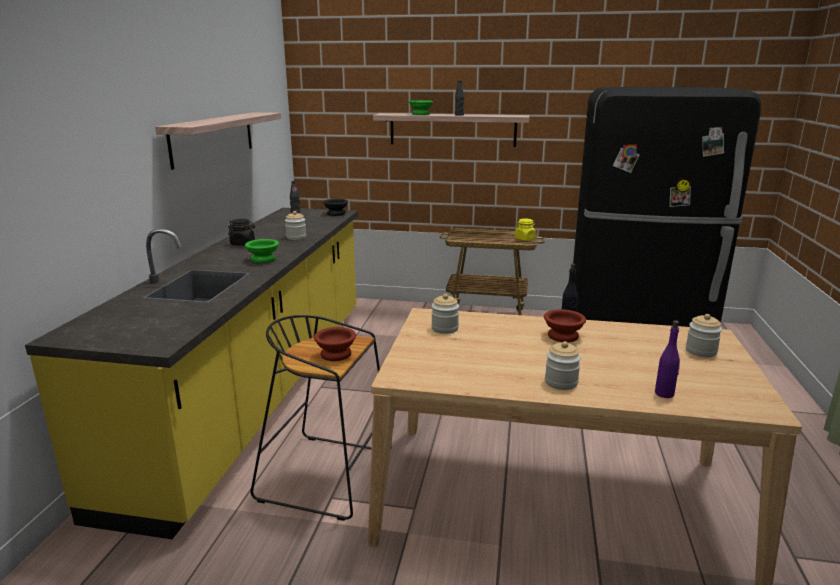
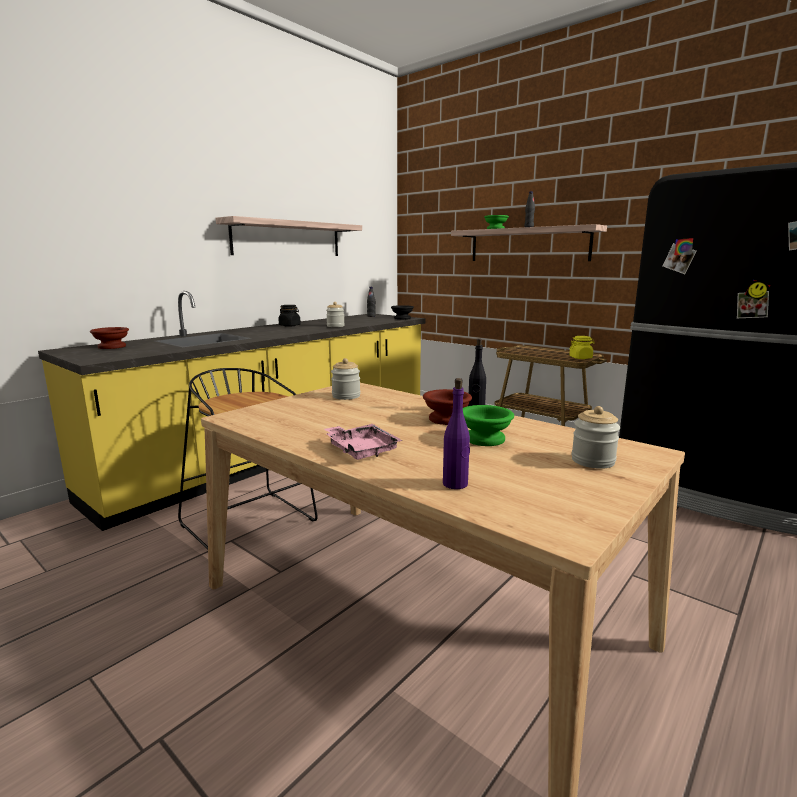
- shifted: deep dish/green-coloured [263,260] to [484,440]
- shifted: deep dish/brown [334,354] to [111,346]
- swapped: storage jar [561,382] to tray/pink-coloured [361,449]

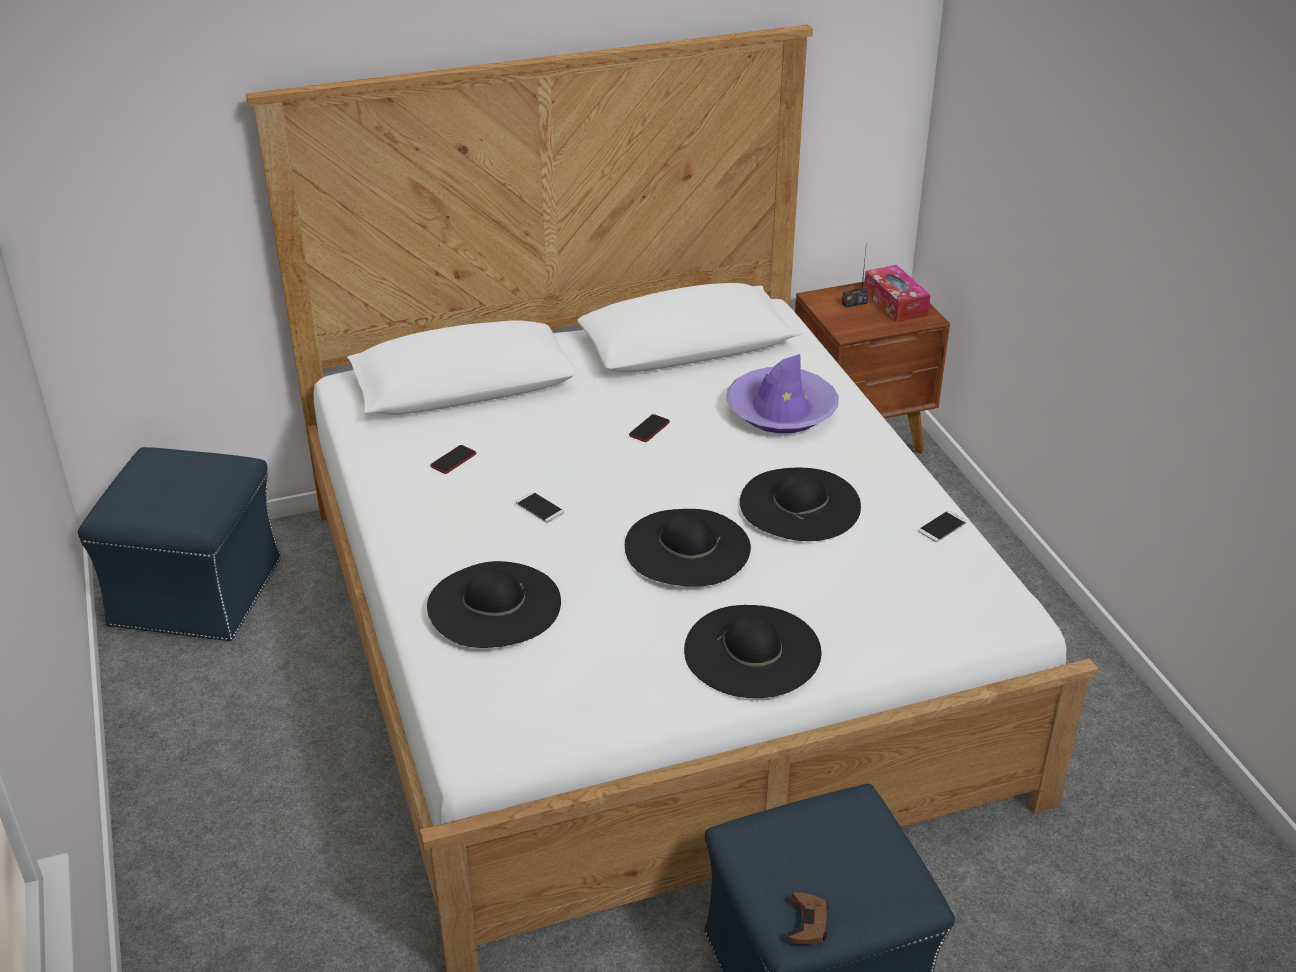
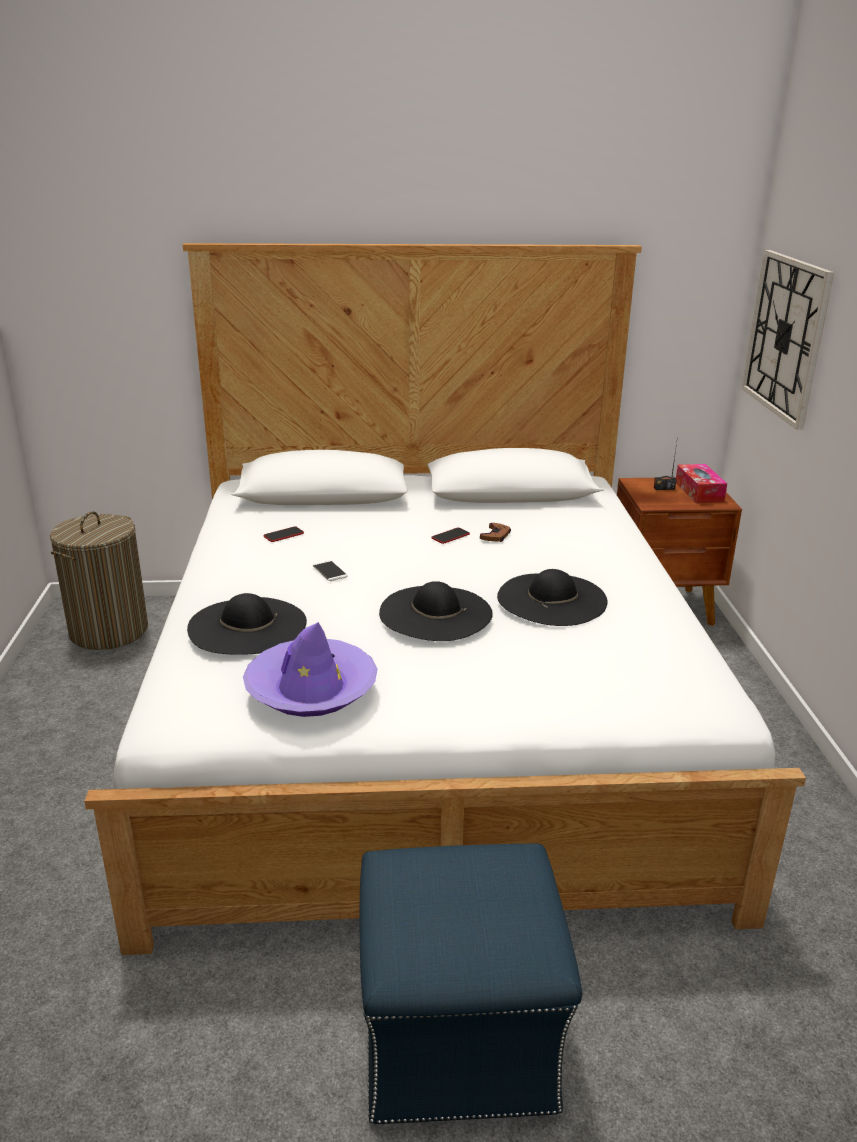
- swapped: footrest/blue [197,590] to laundry basket [109,630]
- gone: wearable hat/black-coloured [752,651]
- shifted: wearable hat/purple-coloured [781,410] to [311,689]
- shifted: joypad/brown [807,922] to [495,535]
- gone: telephone [942,527]
- new: hanging clock [786,336]

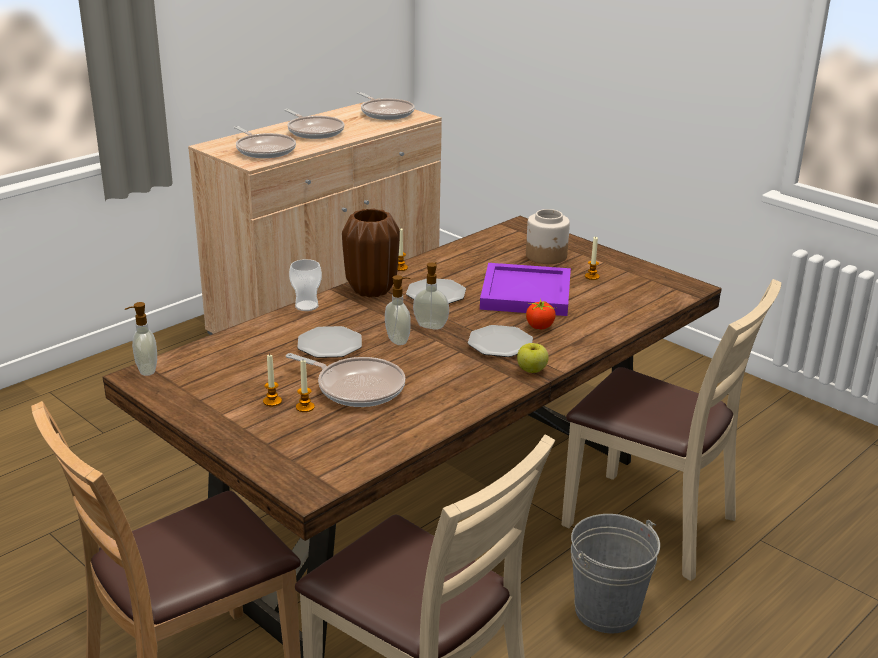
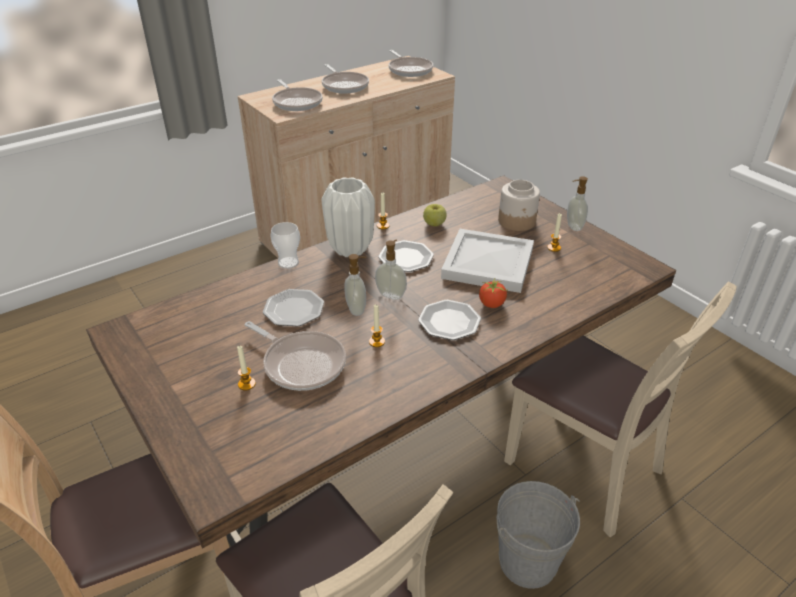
- shifted: soap dispenser [146,370] to [573,227]
- shifted: wax light [272,401] to [377,342]
- repainted: vase/brown [371,290] to vase/white [350,249]
- repainted: tray/purple-coloured [527,294] to tray/white [489,264]
- shifted: apple fruit [532,370] to [434,224]

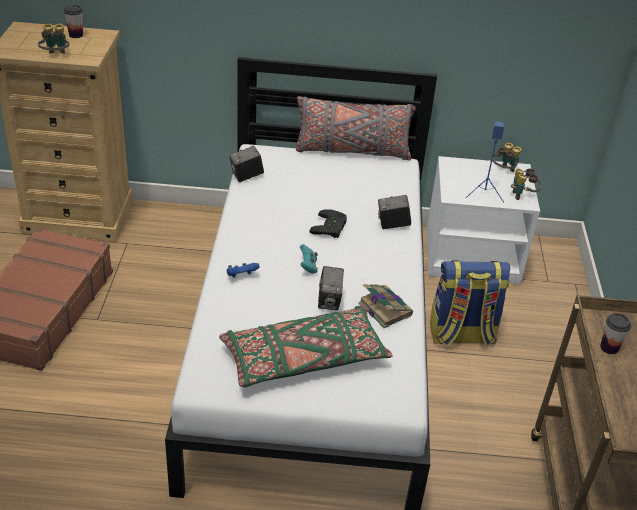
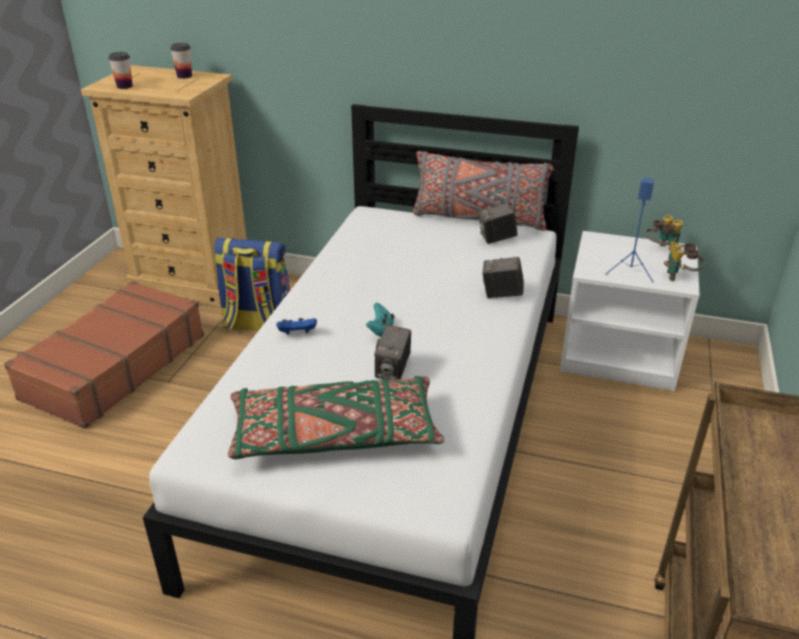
- gone: field glasses [56,56]
- shifted: photo camera [246,176] to [496,239]
- gone: joypad/black-coloured [331,227]
- gone: book [384,308]
- shifted: rucksack [461,335] to [257,324]
- shifted: small cup [609,347] to [124,86]

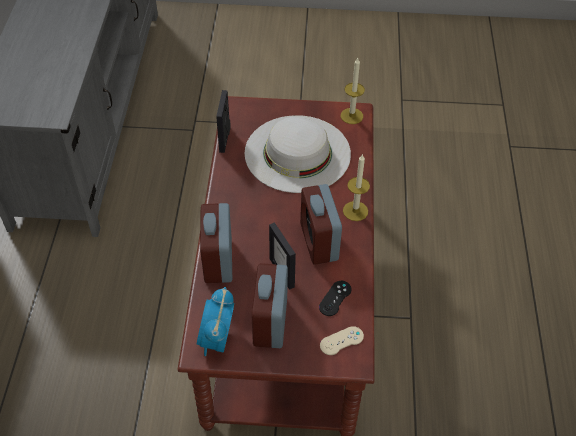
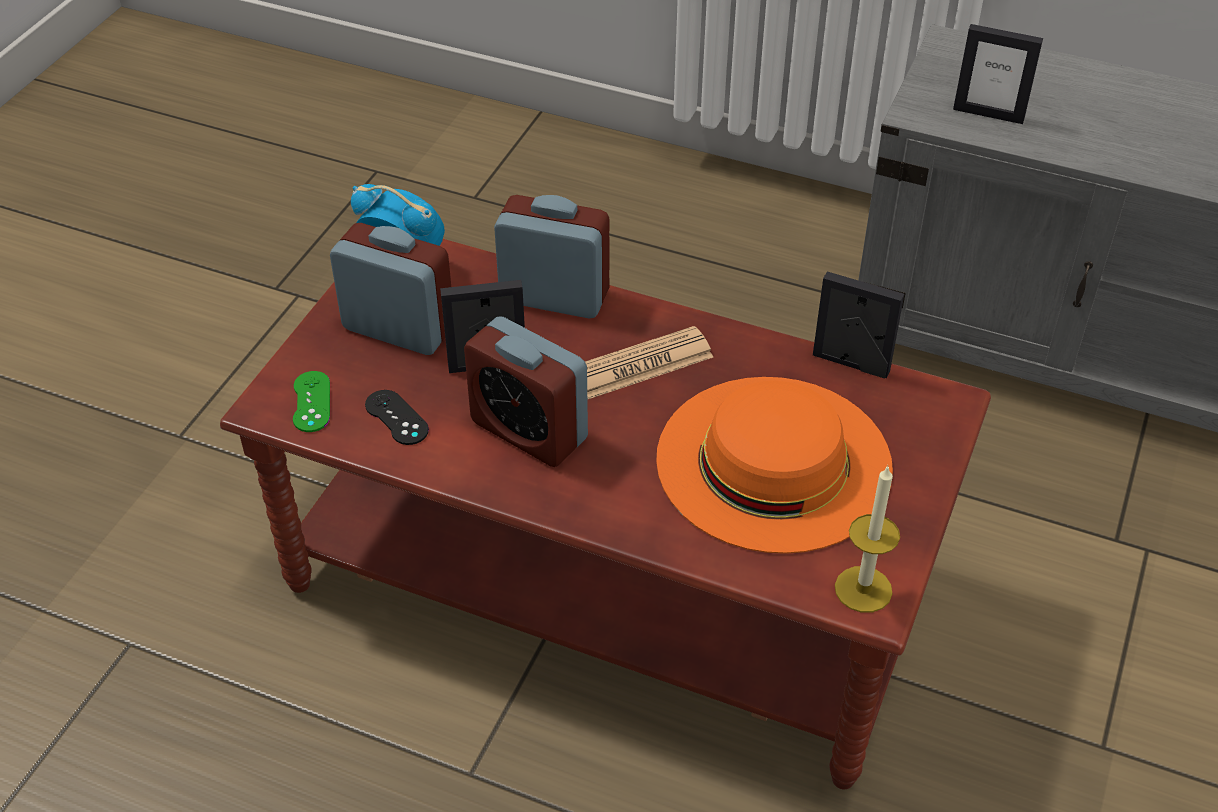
- repainted: wearable hat/white [297,153] to wearable hat/orange-coloured [773,462]
- rotated: alarm clock [319,242] = [529,431] 150 degrees counterclockwise
- repainted: joypad/sand-coloured [341,341] to joypad/green-coloured [311,402]
- gone: wax light [355,211]
- new: newspaper [639,365]
- new: picture frame [988,113]

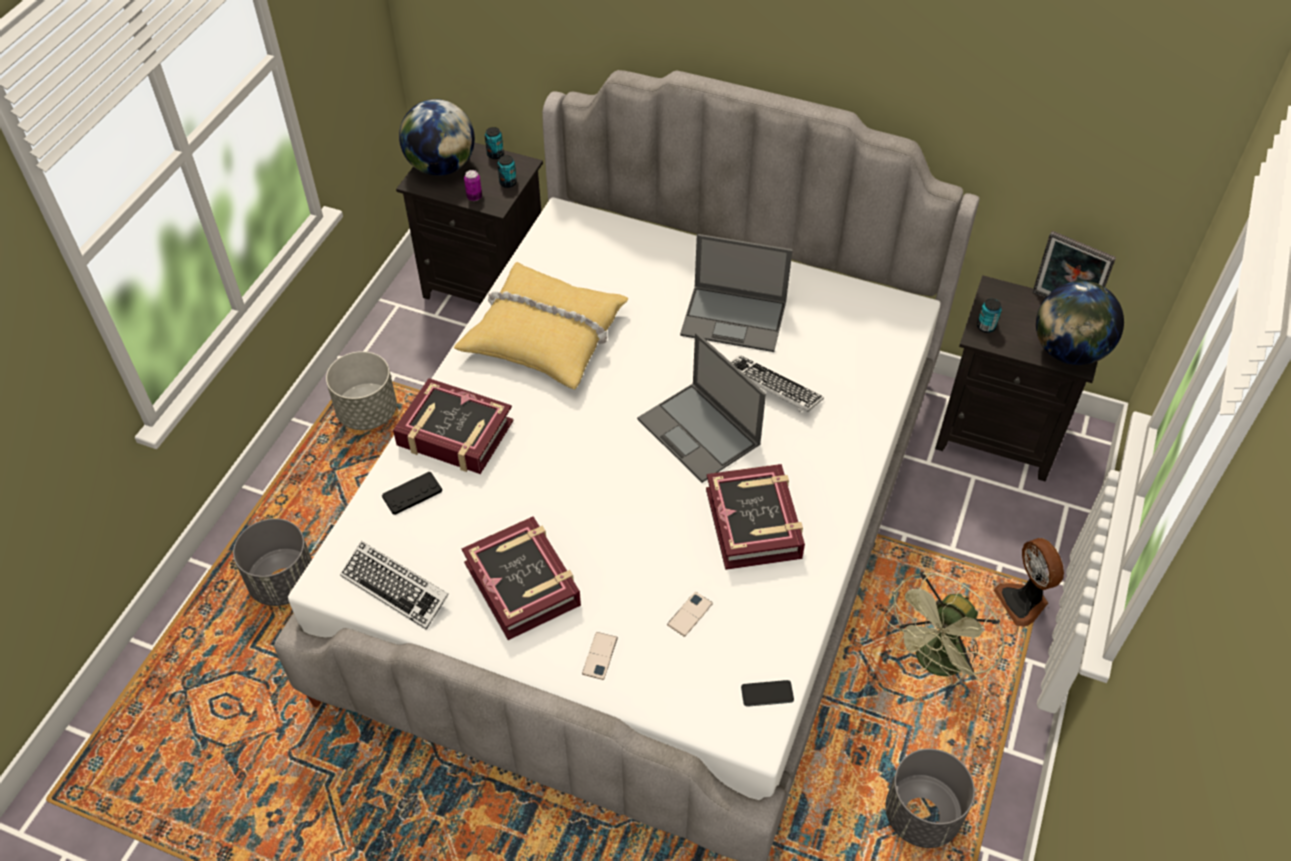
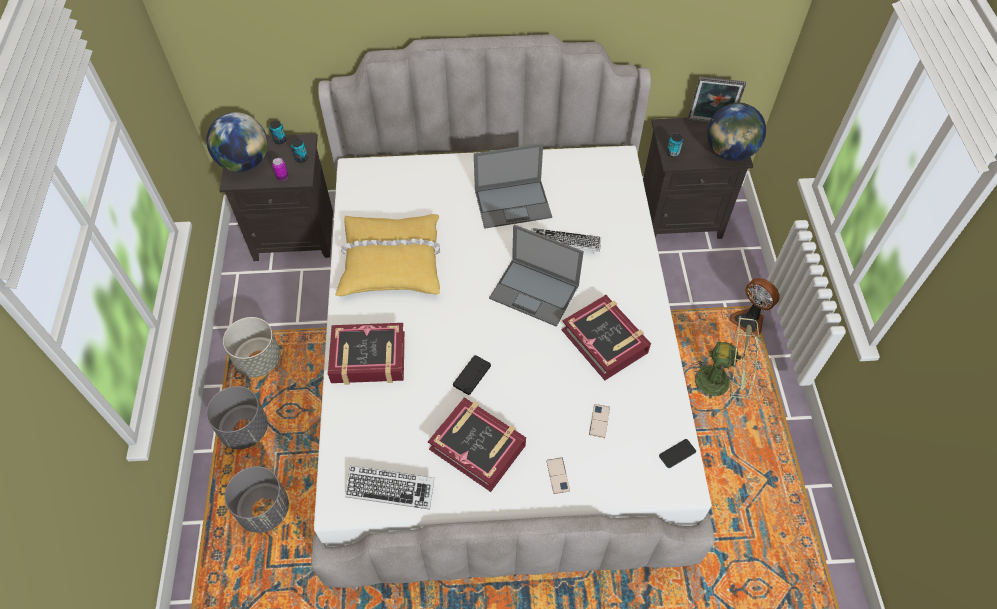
- shifted: joypad/black-coloured [412,494] to [472,375]
- rotated: cooling fan/green-coloured [936,664] = [720,382] 90 degrees counterclockwise
- shifted: planter/gray [921,815] to [244,430]

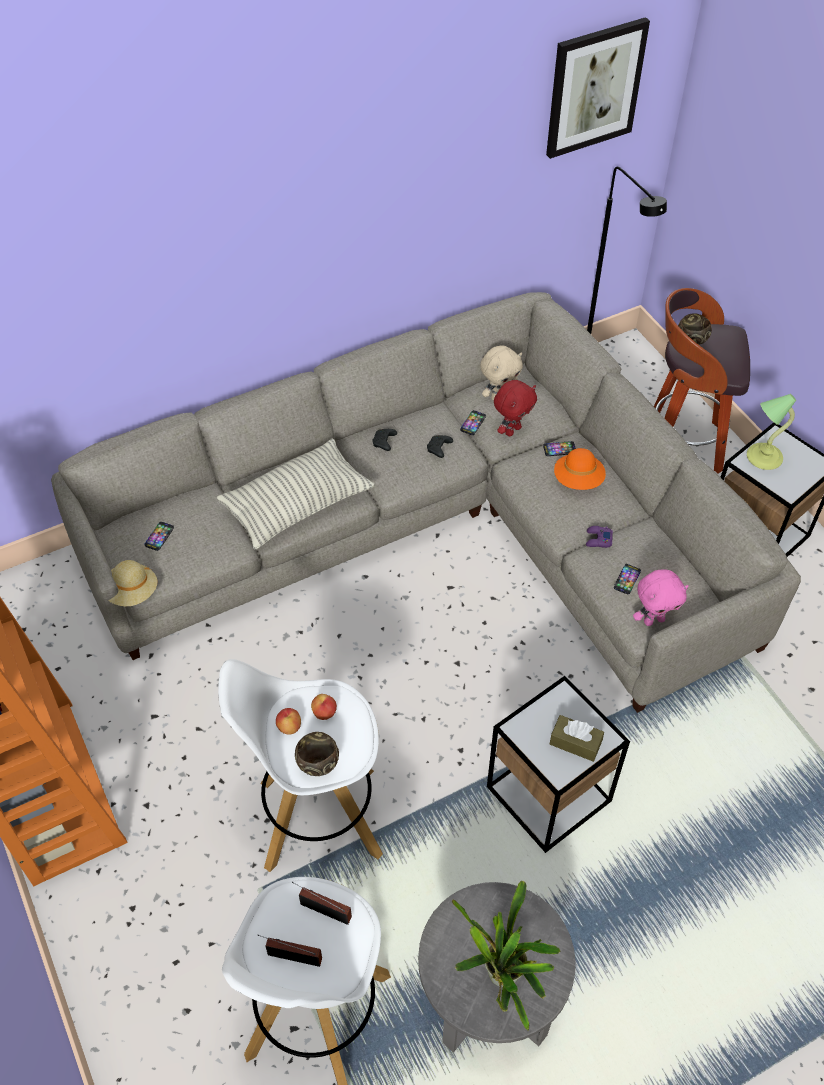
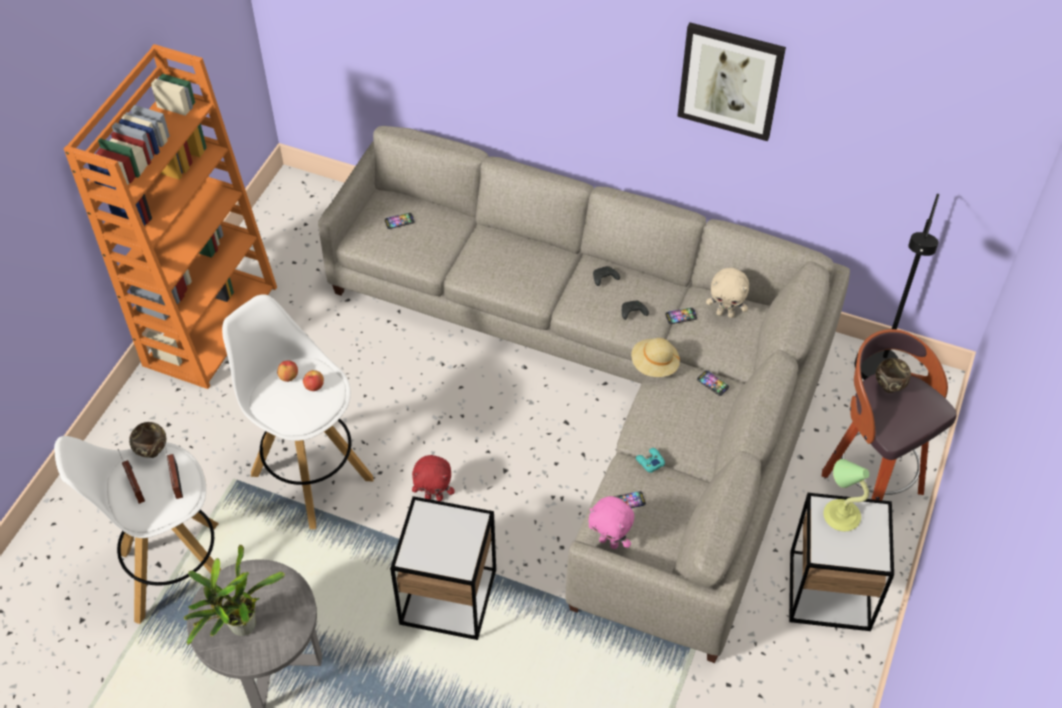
- shifted: wearable hat/sand-coloured [131,592] to [654,365]
- gone: pillow [297,505]
- shifted: deep dish/brown [318,766] to [152,451]
- shifted: plush toy/reddish [512,430] to [434,497]
- shifted: wall picture [594,88] to [730,80]
- gone: box of tissues/brown [575,743]
- gone: wearable hat/orange-coloured [578,480]
- repainted: joypad/purple-coloured [598,539] to joypad/turquoise [650,462]

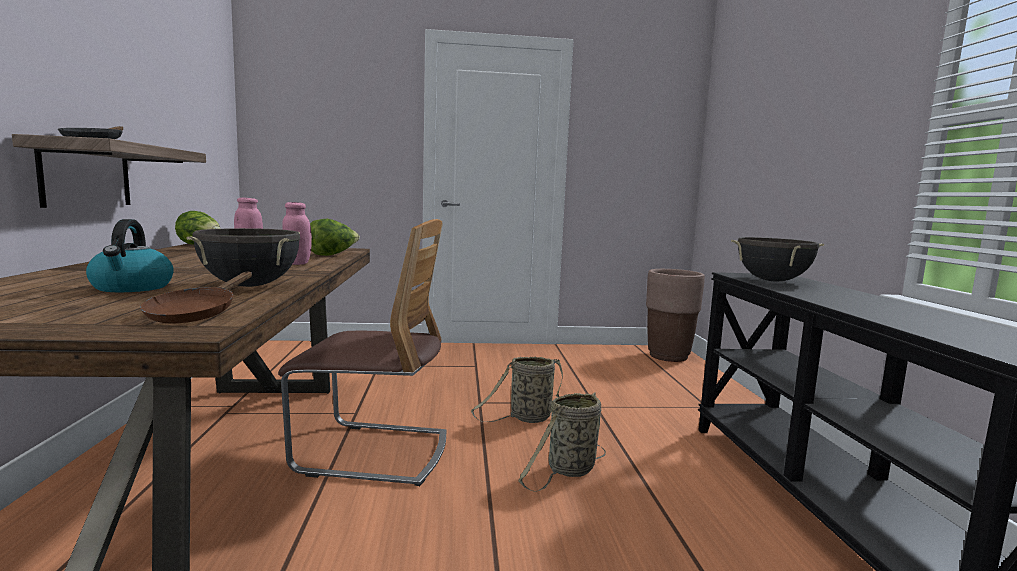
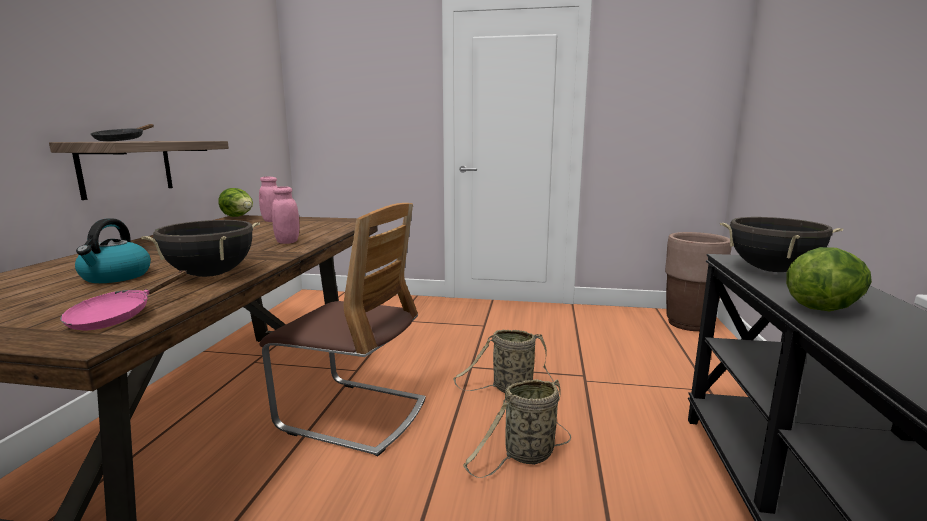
- repainted: pan/brown [196,314] to pan/pink-coloured [118,317]
- shifted: head of lettuce [332,255] to [824,306]

